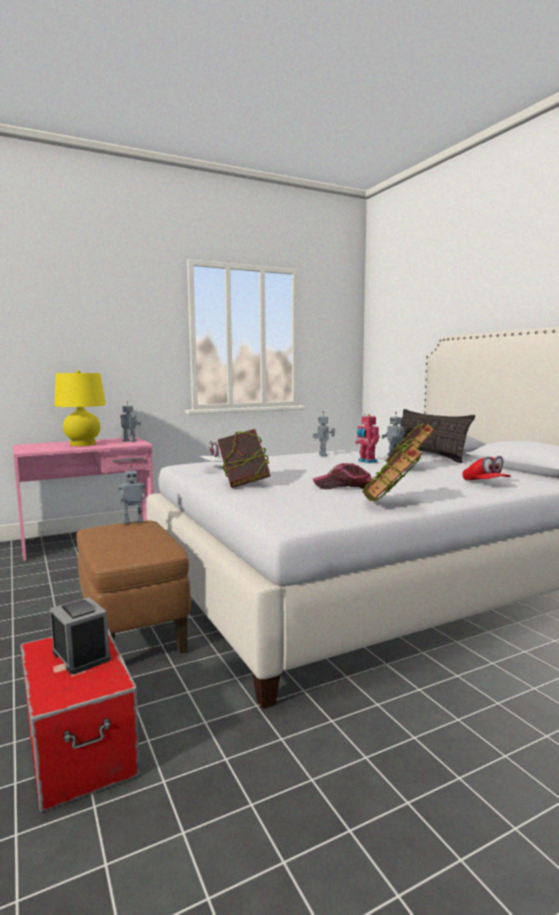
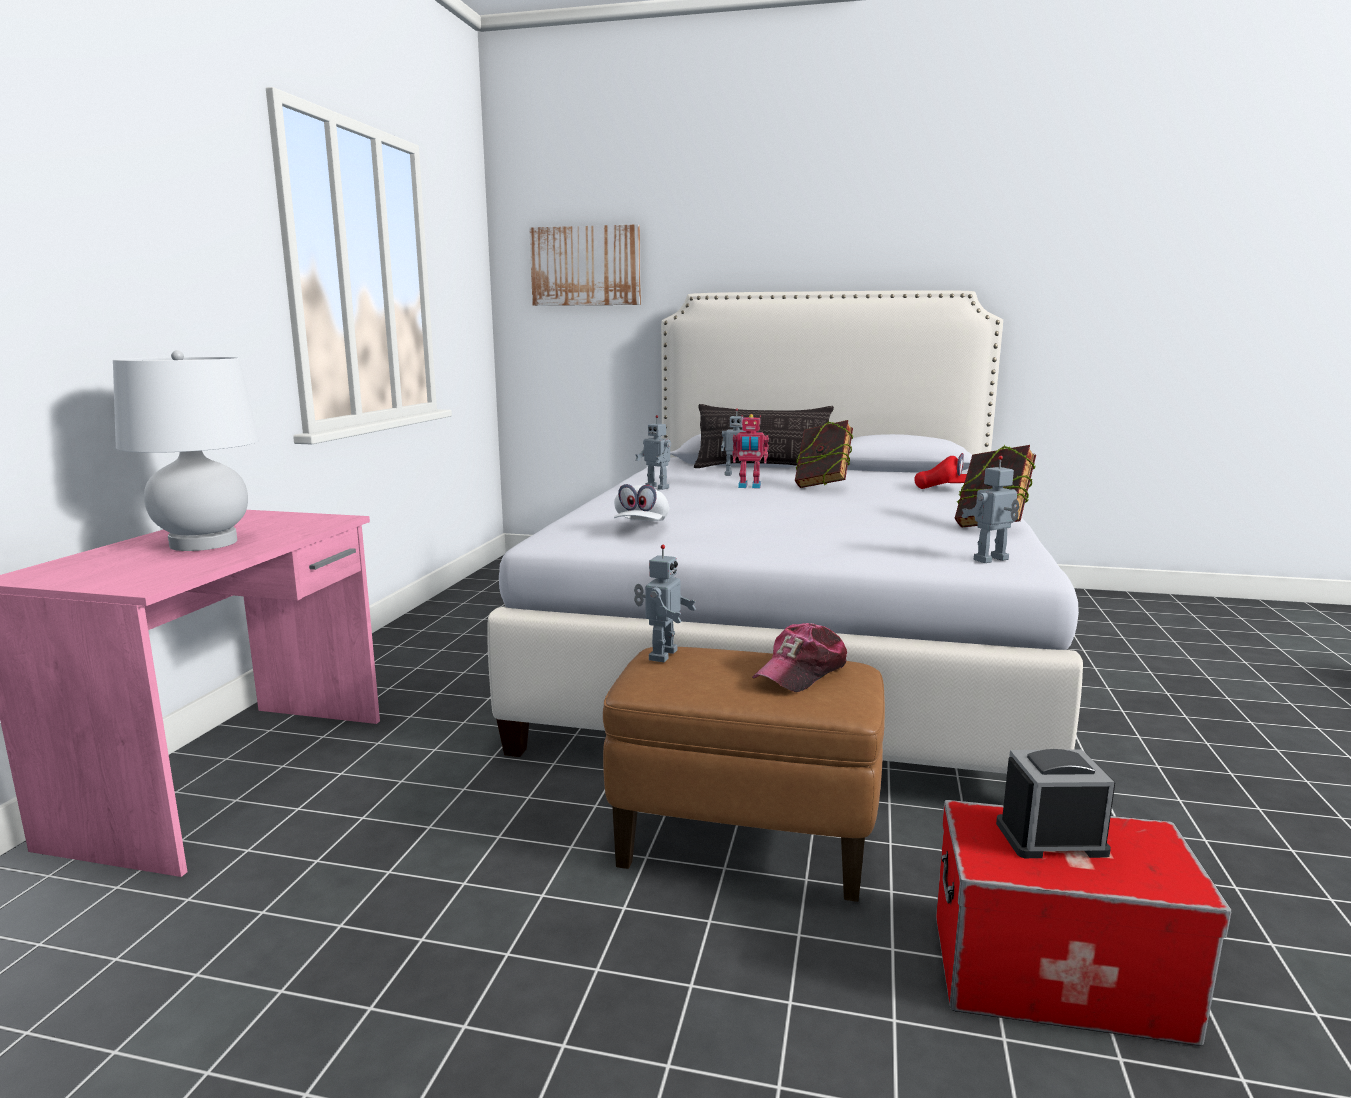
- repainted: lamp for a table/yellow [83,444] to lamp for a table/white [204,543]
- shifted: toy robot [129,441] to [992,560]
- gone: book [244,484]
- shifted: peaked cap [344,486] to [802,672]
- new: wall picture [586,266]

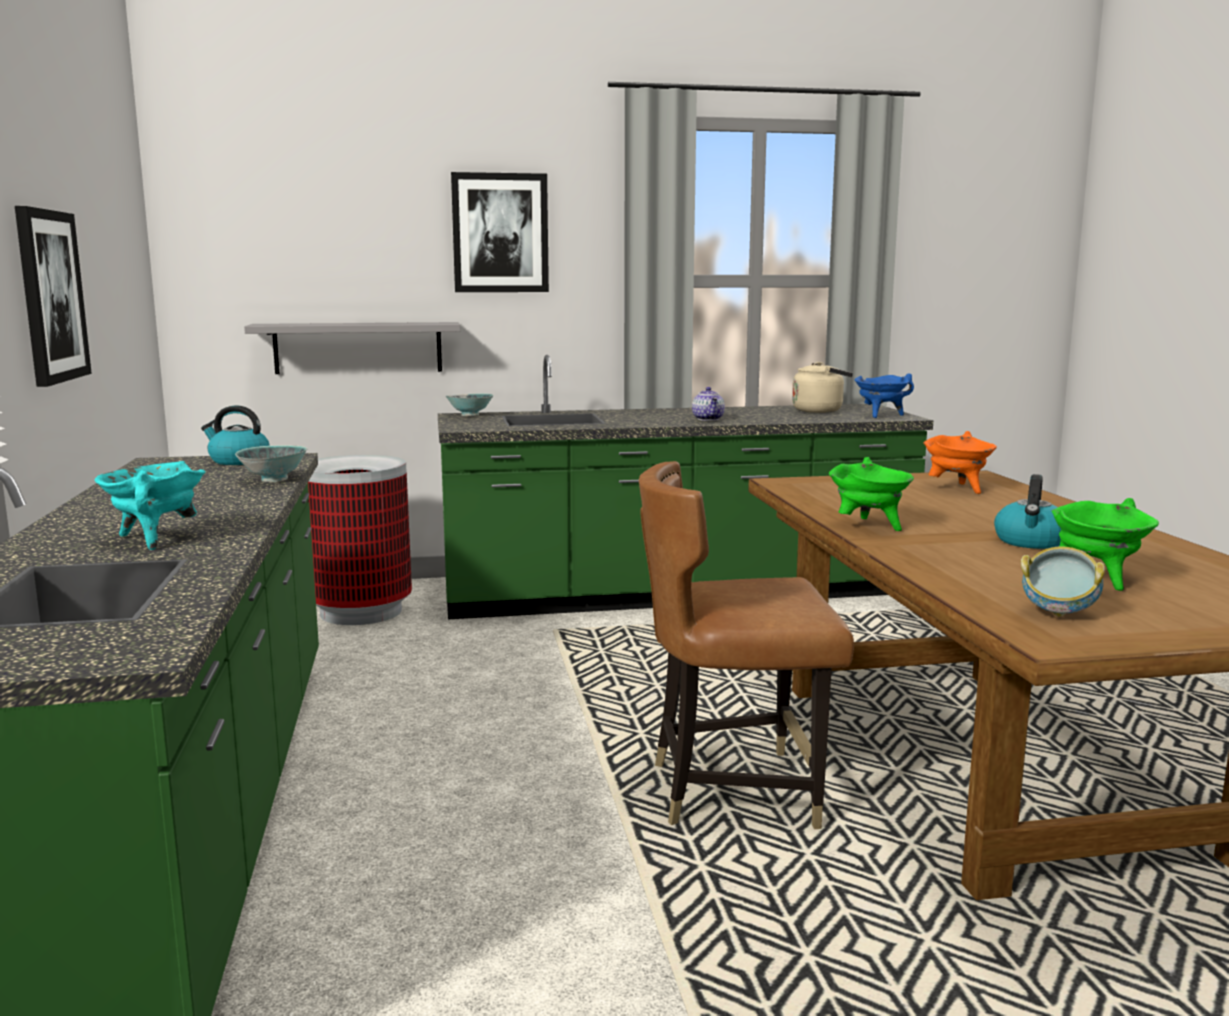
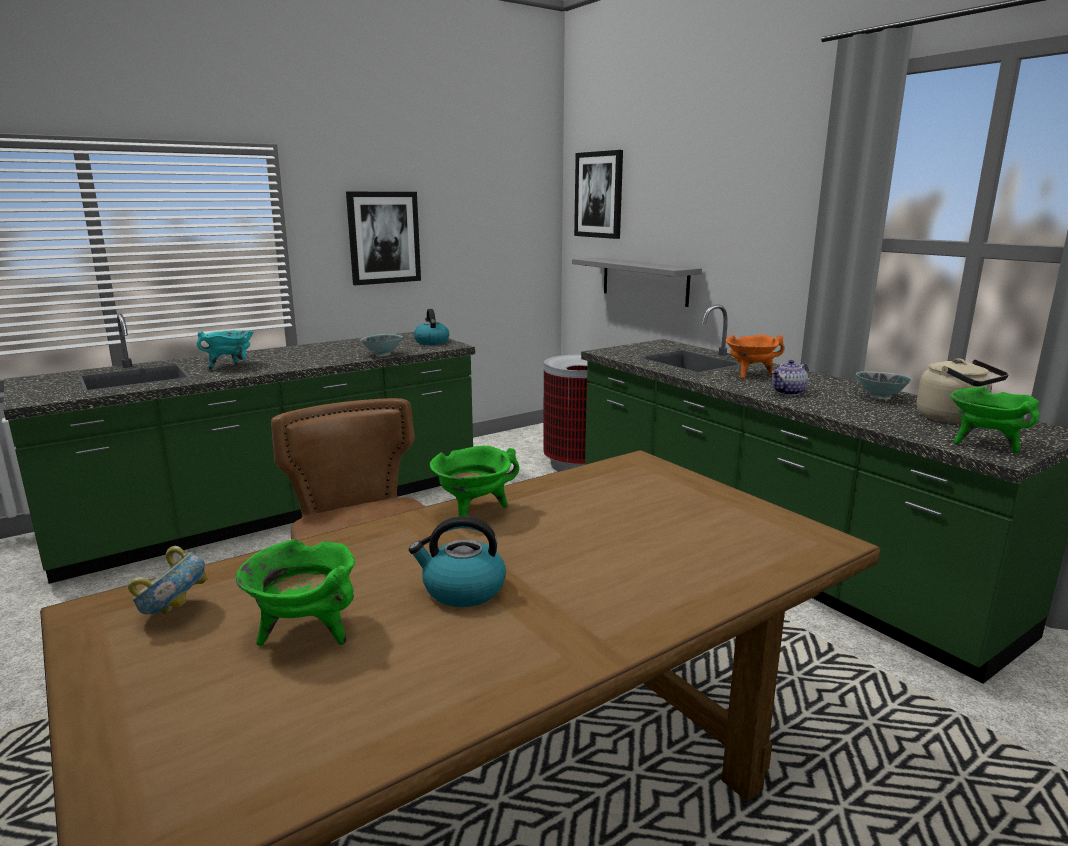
- shifted: deep dish [470,415] to [880,398]
- shifted: wall picture [500,233] to [599,195]
- repainted: cooking pot/blue [880,415] to cooking pot/green-coloured [984,444]
- shifted: cooking pot/orange-coloured [957,489] to [750,375]

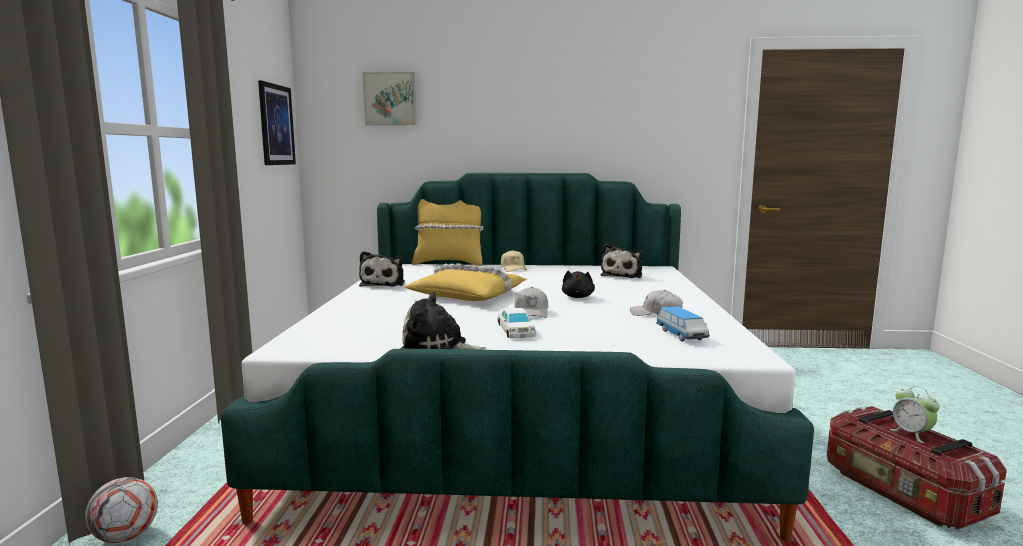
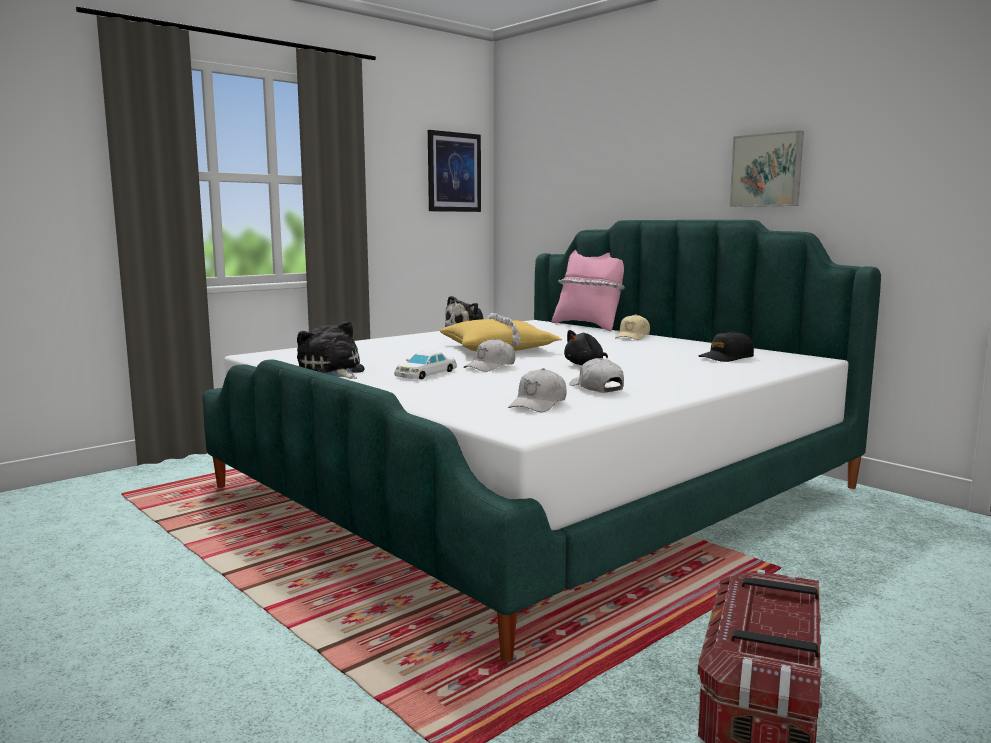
- gone: football ball [126,536]
- shifted: wall picture [390,99] to [767,170]
- repainted: pillow/yellow [449,263] to pillow/pink-coloured [589,326]
- swapped: plush toy [623,275] to peaked cap/black-coloured [726,358]
- swapped: miniature car [681,335] to peaked cap/white [538,404]
- gone: alarm clock [911,434]

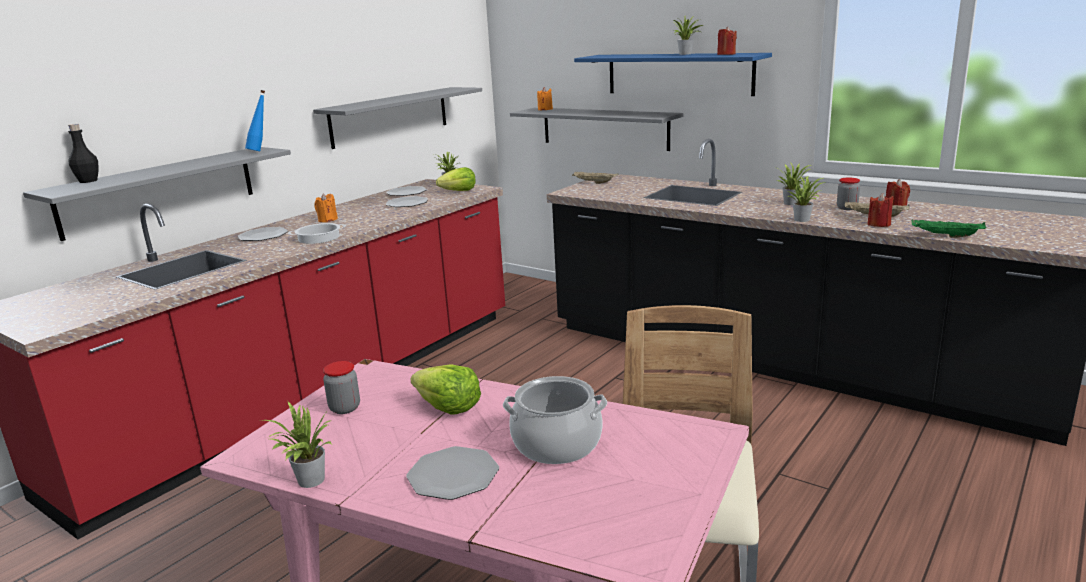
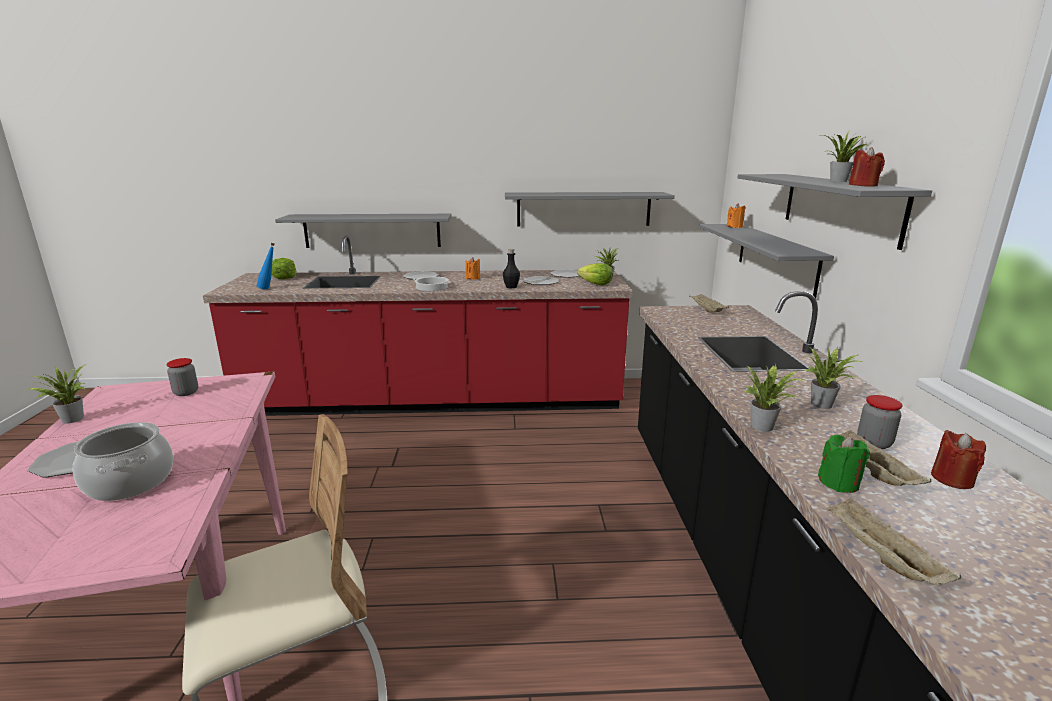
- shifted: beverage bottle/black-coloured [88,181] to [511,287]
- shifted: beverage bottle/blue [261,151] to [269,289]
- shifted: head of lettuce [448,407] to [285,277]
- repainted: wall shelf/blue [678,74] to wall shelf/gray [839,206]
- repainted: wax light/reddish [879,224] to wax light/green-coloured [838,483]
- repainted: tray/green-coloured [945,236] to tray/sand-coloured [879,556]

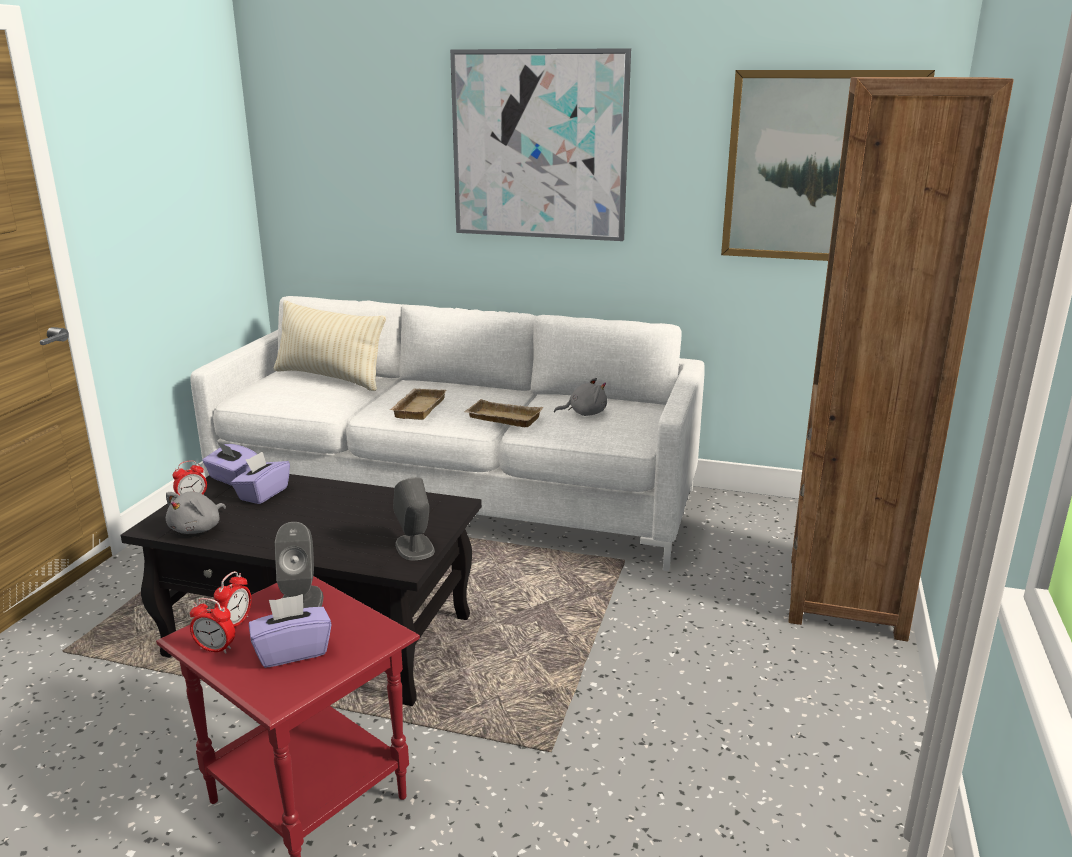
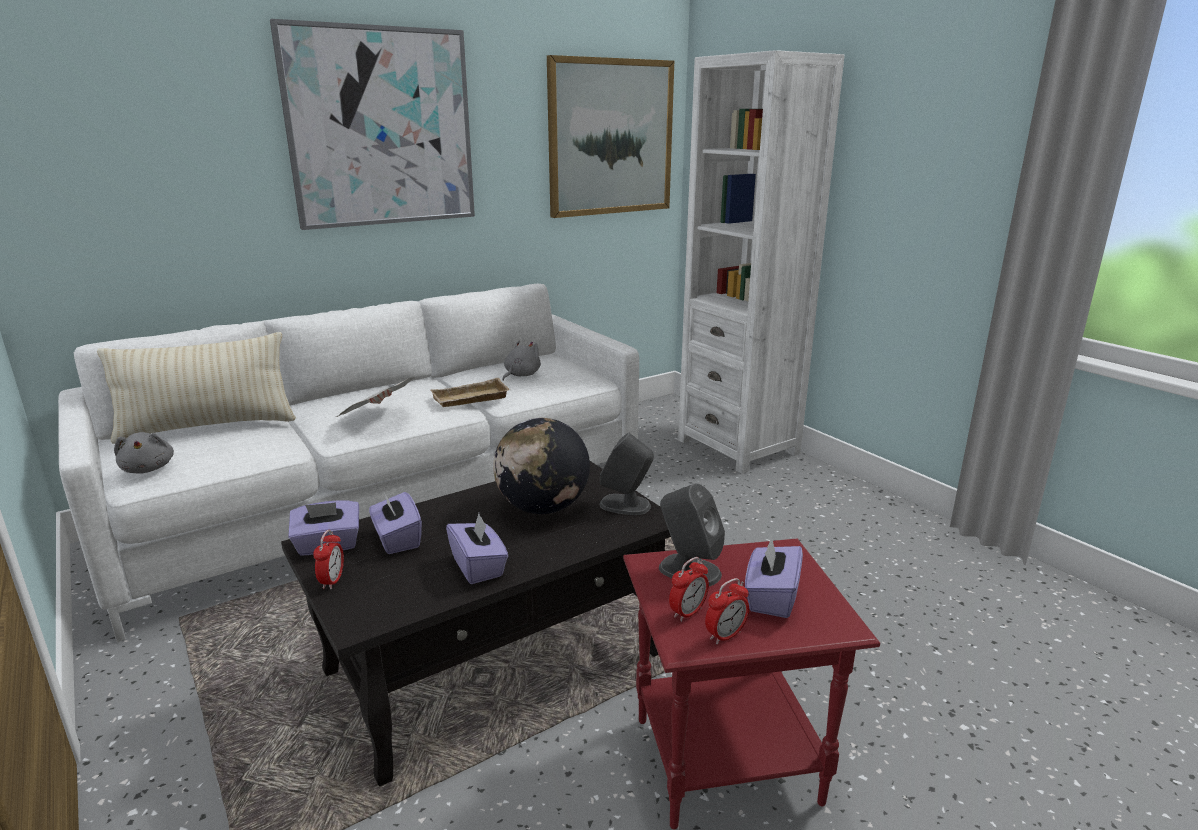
- shifted: plush toy/gray [198,529] to [148,468]
- rotated: alarm clock [235,623] = [688,612] 75 degrees clockwise
- swapped: tray/sand-coloured [417,408] to newspaper [377,417]
- repainted: bookshelf/brown [845,596] to bookshelf/white [738,446]
- new: box of tissues/purple-coloured [478,567]
- new: world globe [542,508]

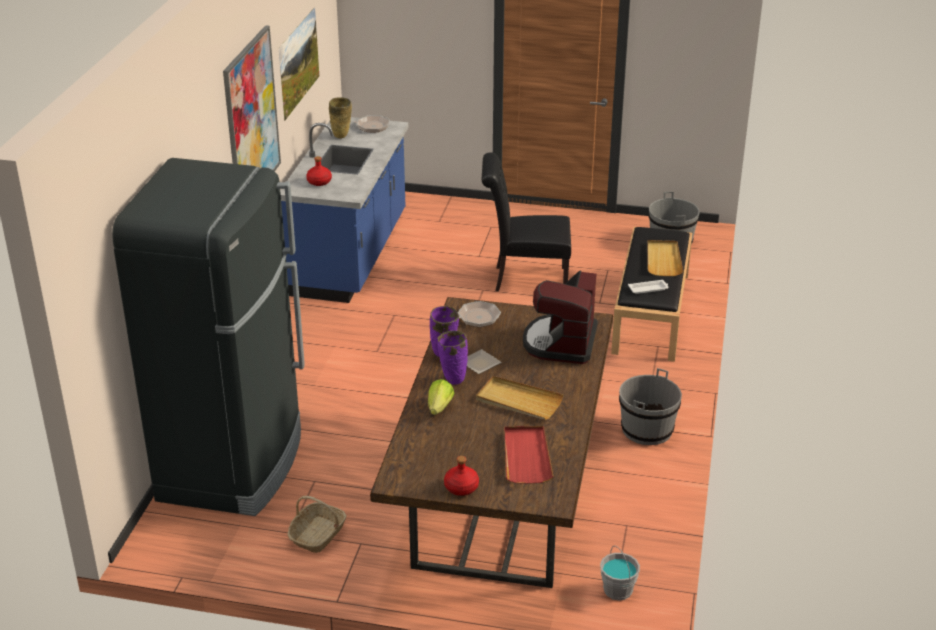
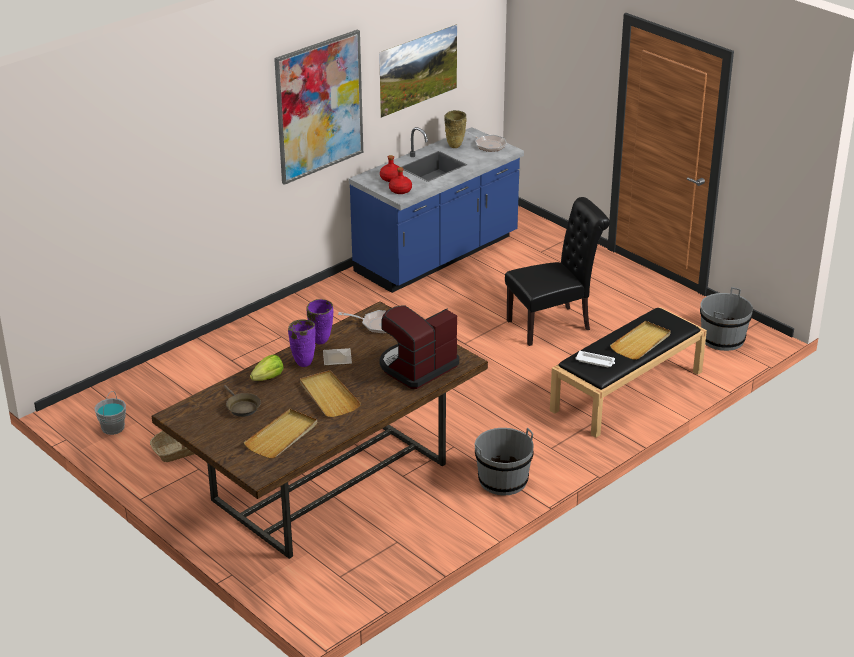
- gone: kitchen fridge/black-coloured [233,465]
- shifted: beverage bottle/reddish [461,488] to [400,190]
- rotated: upright chair/black-coloured [525,279] = [553,324] 120 degrees clockwise
- repainted: tray/reddish [526,456] to tray/sand-coloured [282,436]
- shifted: bucket/gray [618,590] to [113,428]
- new: pan/brown [242,407]

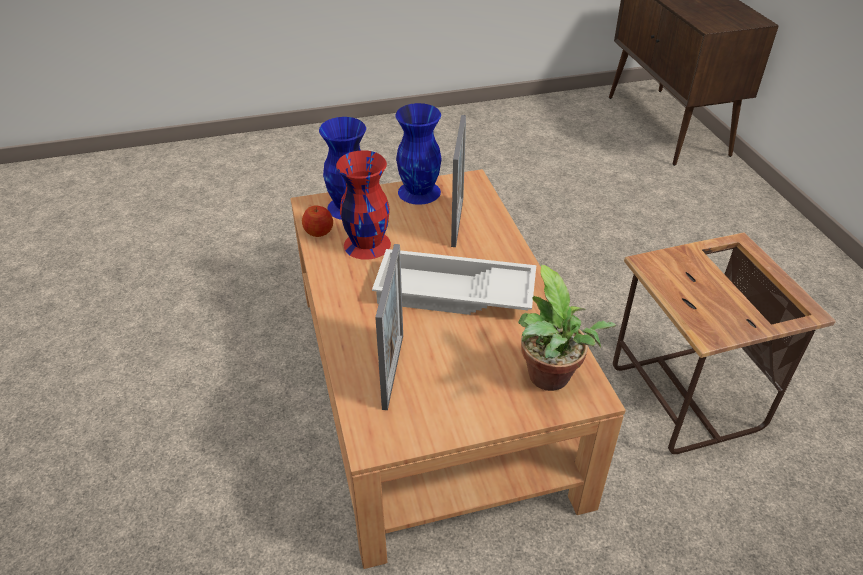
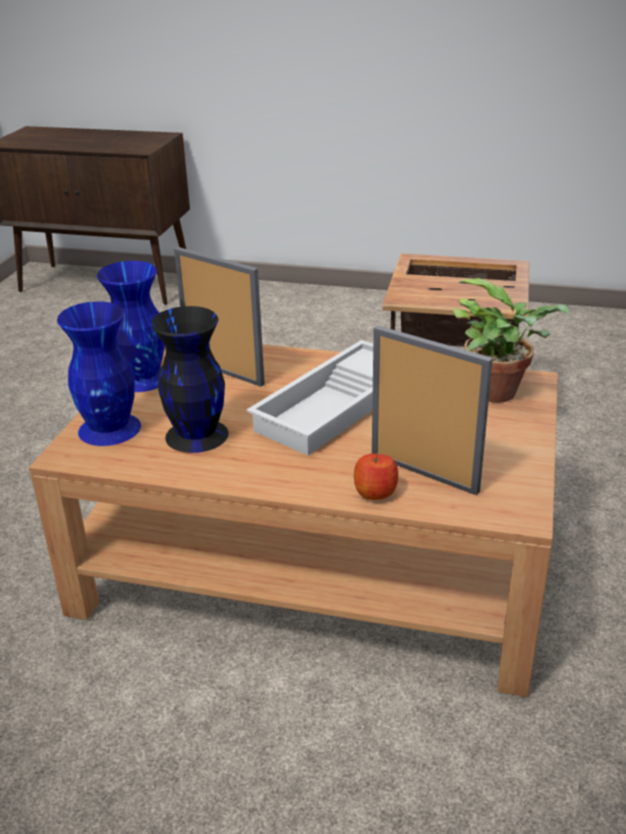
- shifted: apple fruit [319,232] to [375,492]
- repainted: vase/reddish [366,244] to vase/black-coloured [195,435]

